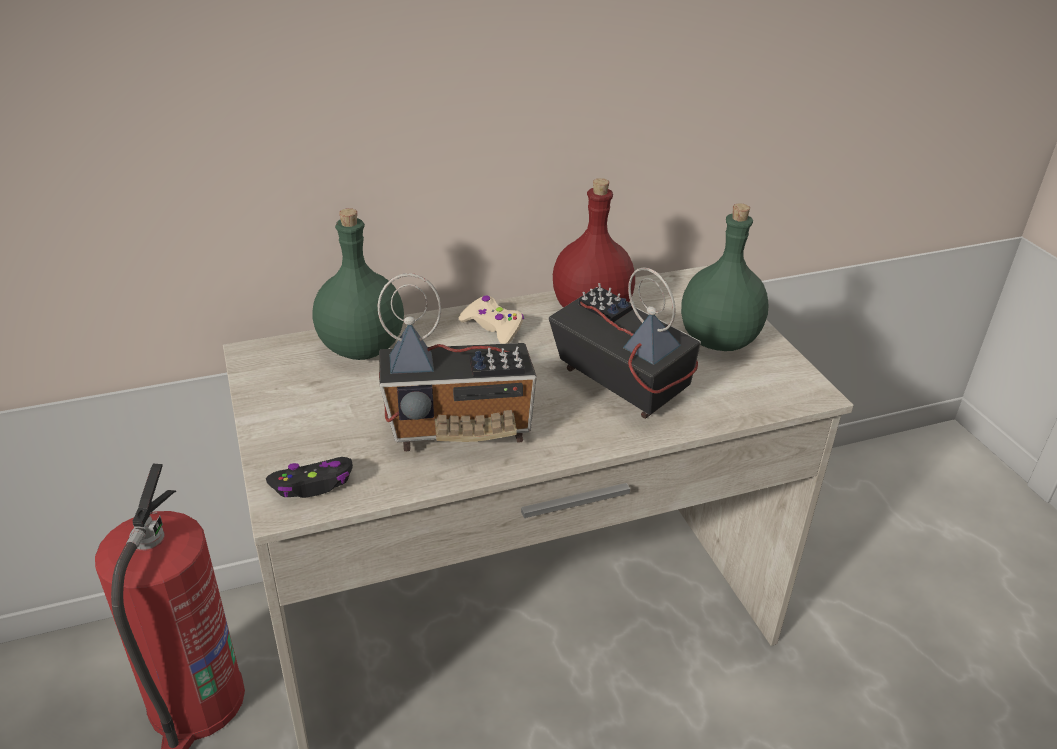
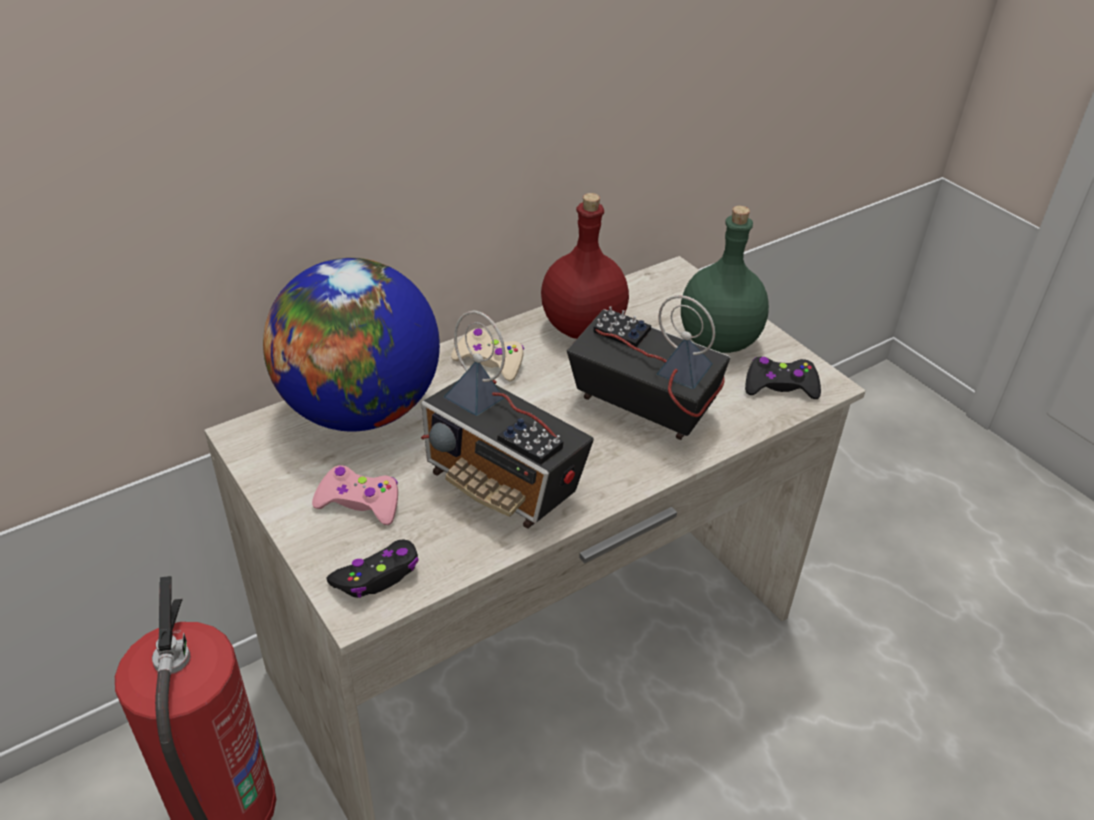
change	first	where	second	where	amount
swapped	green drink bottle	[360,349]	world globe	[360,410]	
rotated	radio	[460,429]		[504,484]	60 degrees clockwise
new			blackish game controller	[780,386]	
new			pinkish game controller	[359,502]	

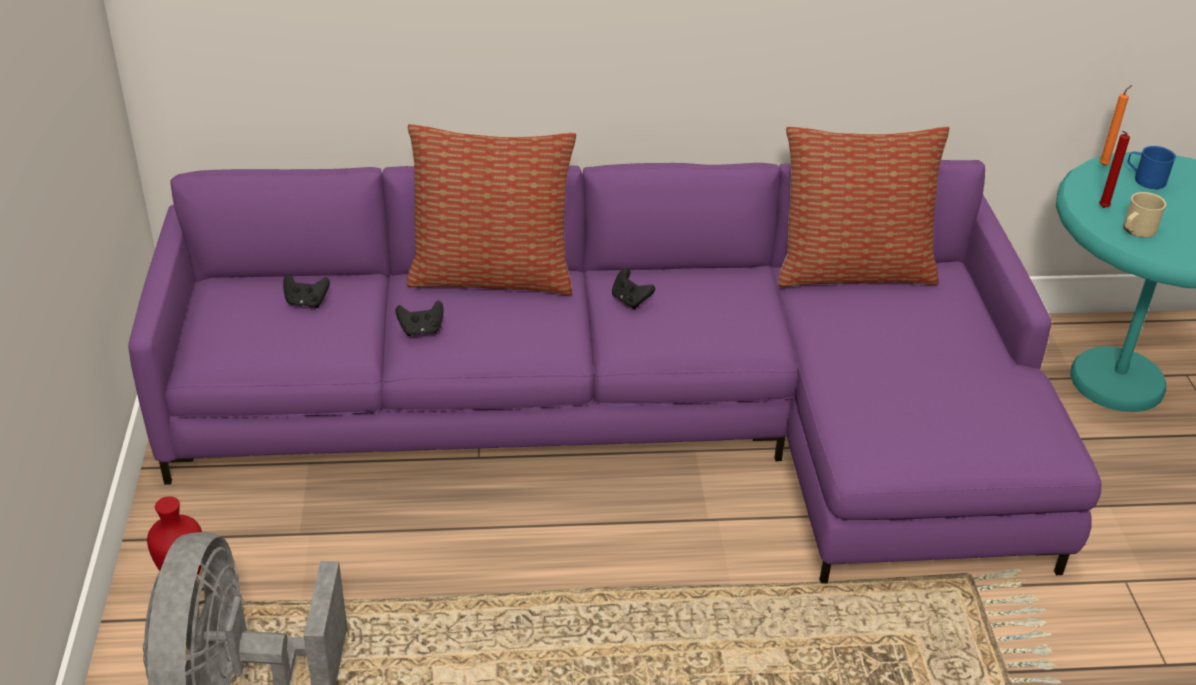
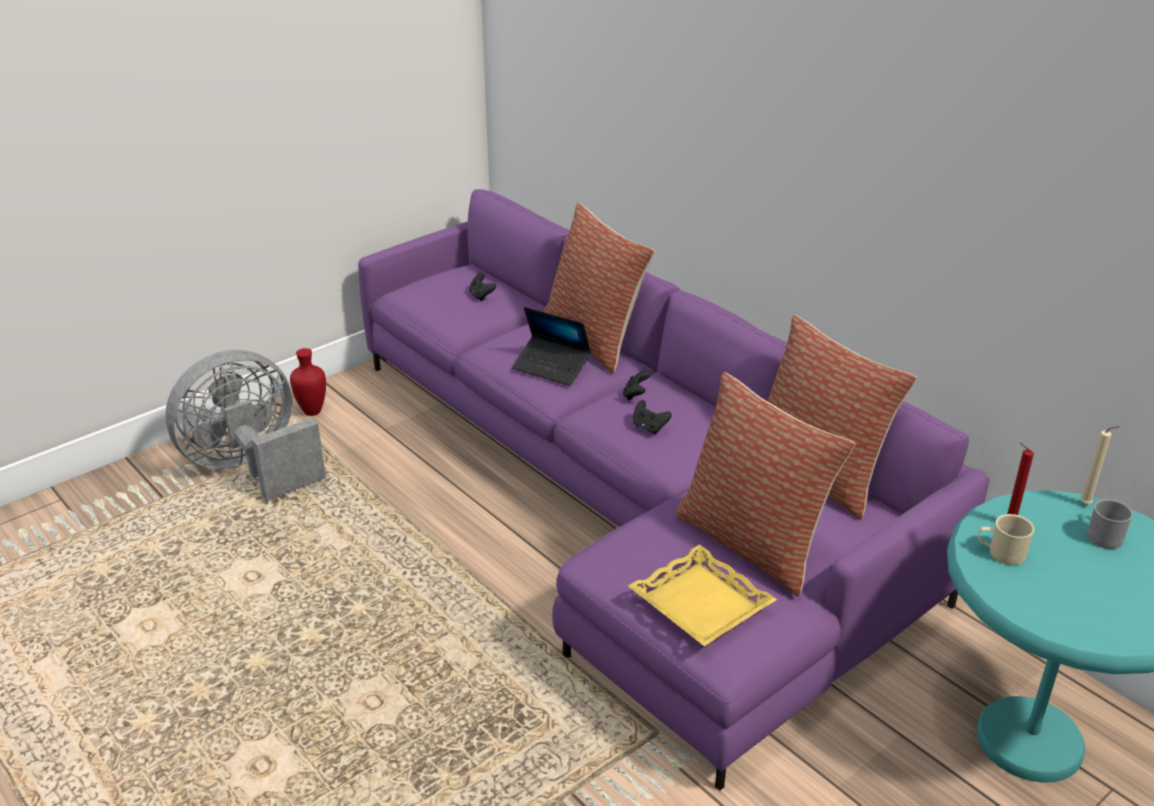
change	first	where	second	where	amount
repainted	orangey candle	[1104,165]	sand-coloured candle	[1087,504]	
repainted	blue-coloured tea mug	[1145,179]	grey tea mug	[1102,534]	
shifted	blackish game controller	[421,330]		[649,427]	
new			notebook computer	[551,367]	
new			cushion	[753,542]	
new			yellowish serving tray	[701,603]	

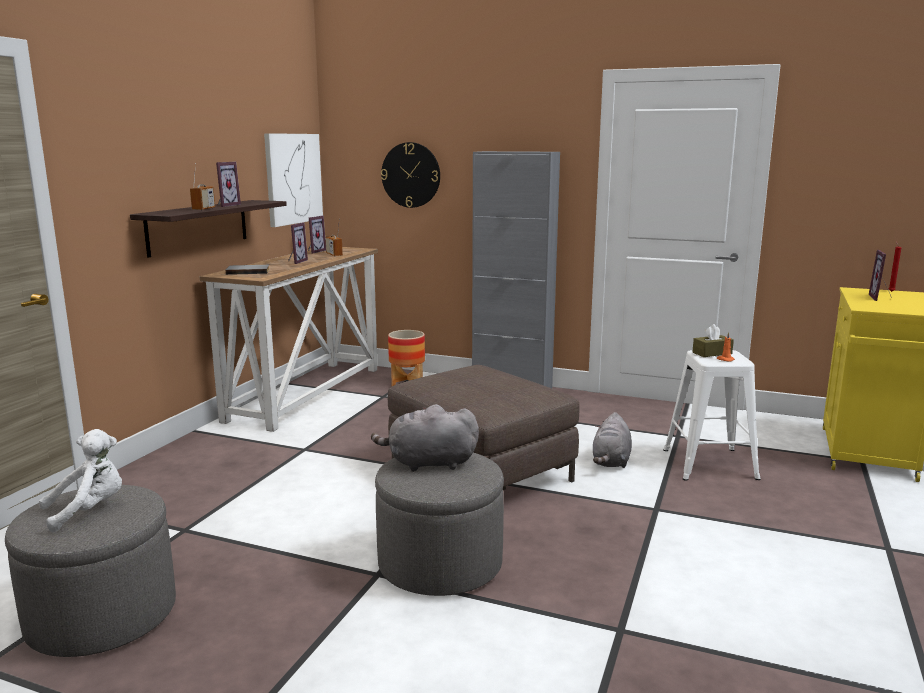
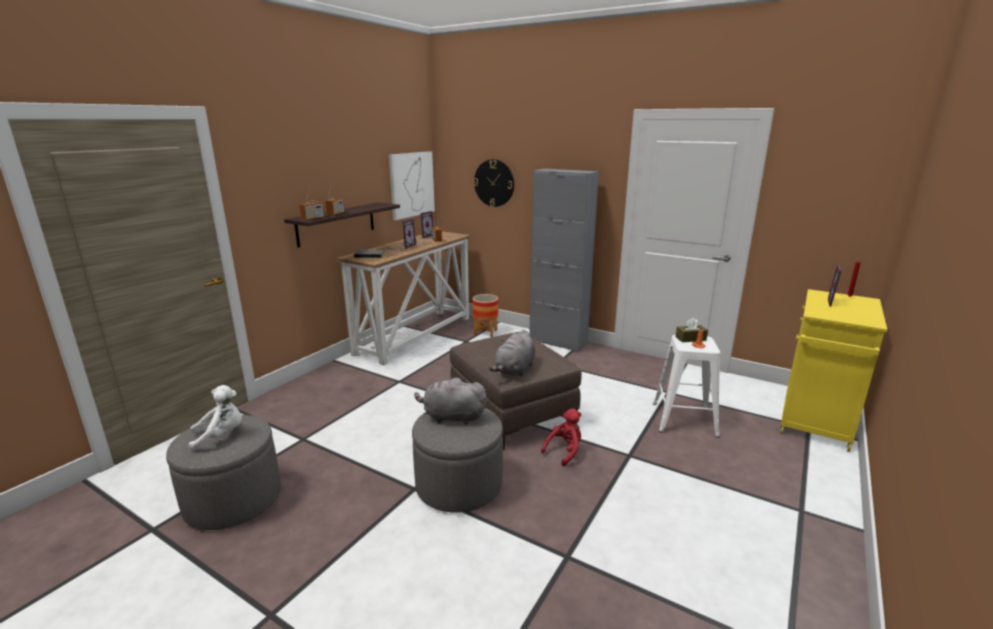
change	first	where	second	where	amount
gone	picture frame	[225,205]			
shifted	grey cuddly toy	[611,461]		[514,370]	
new			radio	[313,219]	
new			red-coloured cuddly toy	[564,451]	

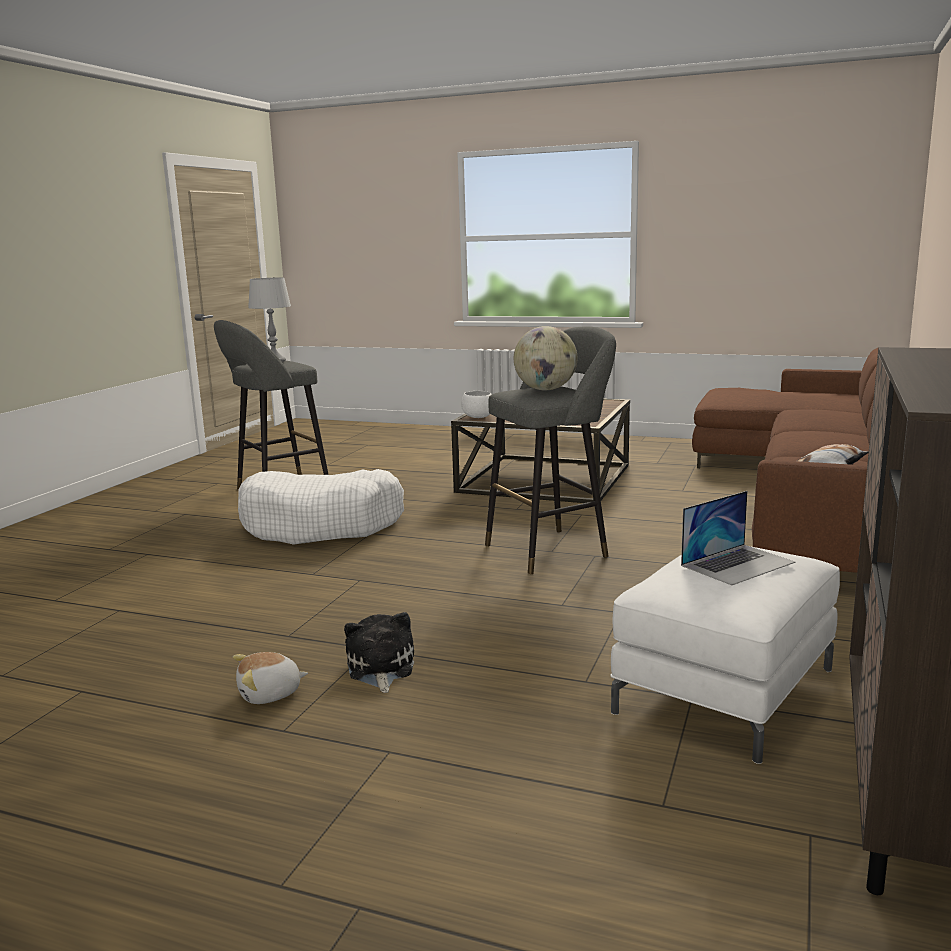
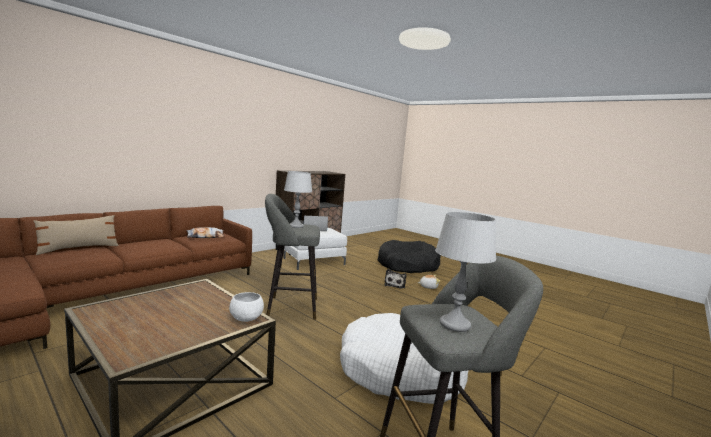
change	first	where	second	where	amount
swapped	world globe	[545,390]	grey table lamp	[296,226]	
new			sand-coloured cushion	[78,248]	
new			blackish pet bed	[407,265]	

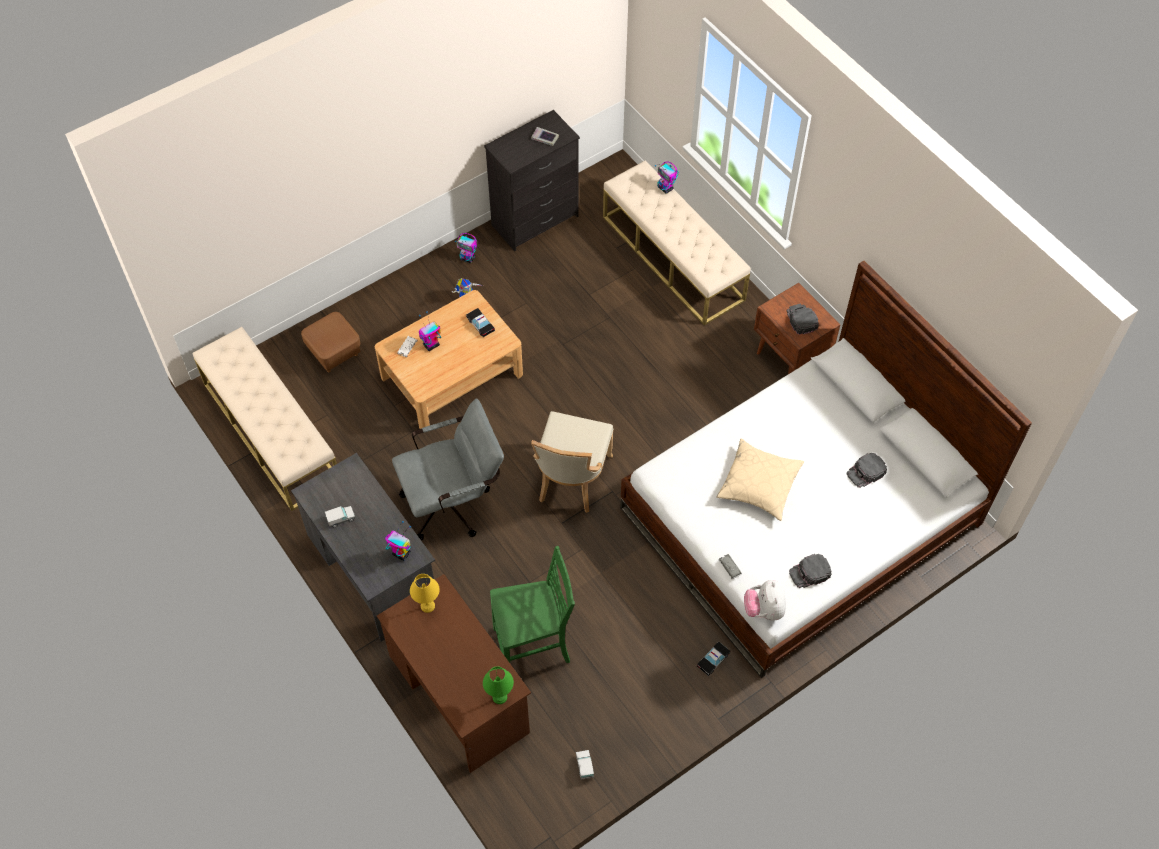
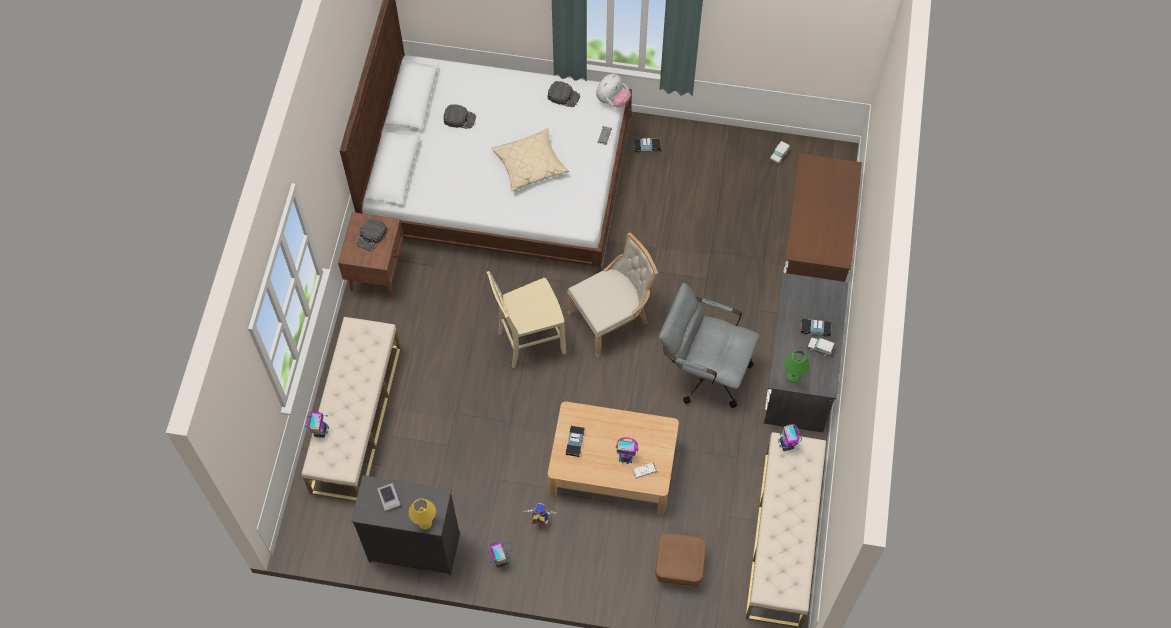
change	first	where	second	where	amount
shifted	robot figure	[401,553]		[786,445]	
gone	green chair	[533,647]			
shifted	yellowish table lamp	[427,606]		[425,524]	
shifted	green table lamp	[500,697]		[792,376]	
new			sand-coloured chair	[529,341]	
new			toy car	[815,329]	

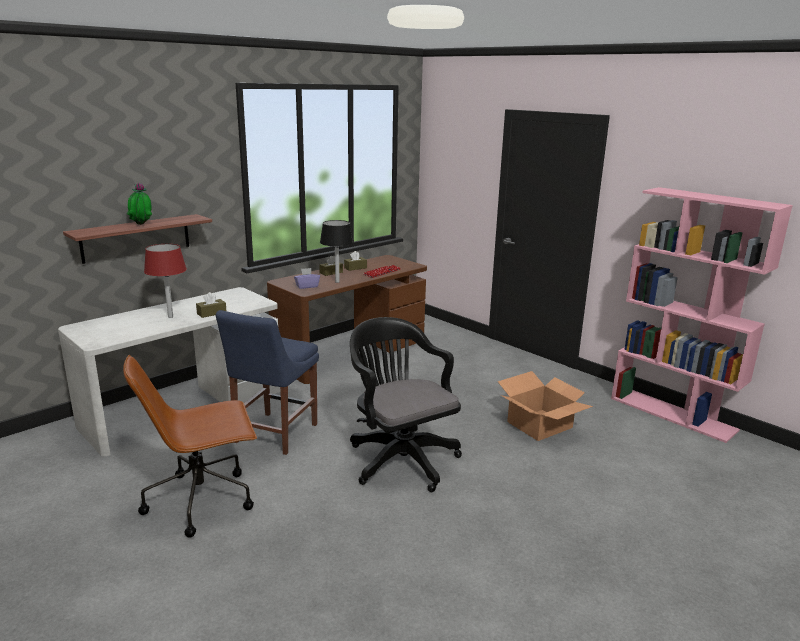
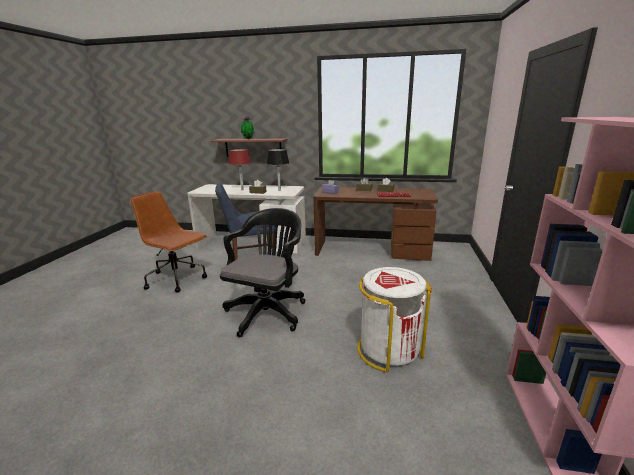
change	first	where	second	where	amount
shifted	blackish table lamp	[337,282]		[279,190]	
swapped	packing box	[540,425]	white-coloured rubbish bin	[389,350]	

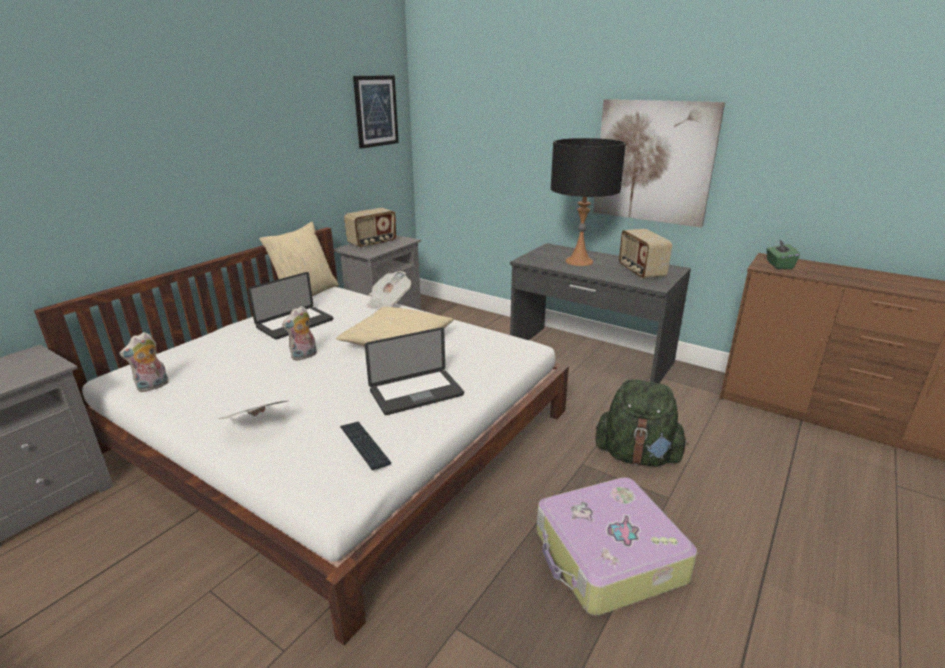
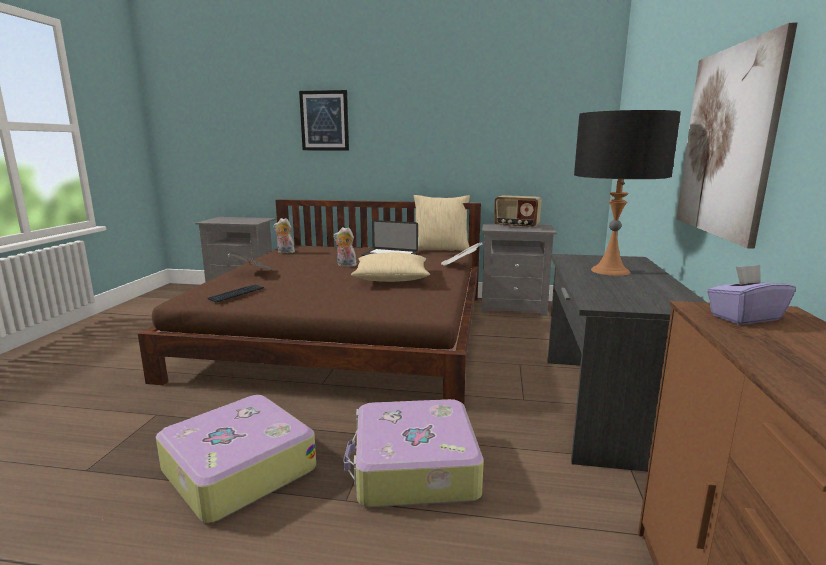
change	first	where	second	where	amount
shifted	wall art	[376,111]		[324,121]	
repainted	white-coloured sleeping bed	[340,431]	brown-coloured sleeping bed	[347,332]	
gone	radio	[640,272]			
repainted	green box of tissues	[778,265]	purple box of tissues	[744,317]	
gone	notebook computer	[416,393]			
swapped	green rucksack	[637,456]	travel case	[413,468]	

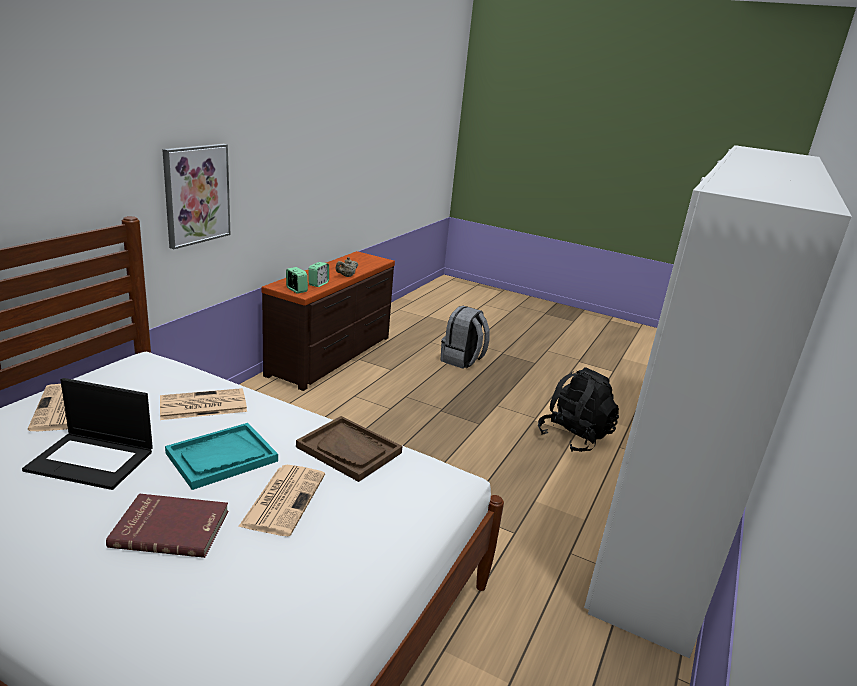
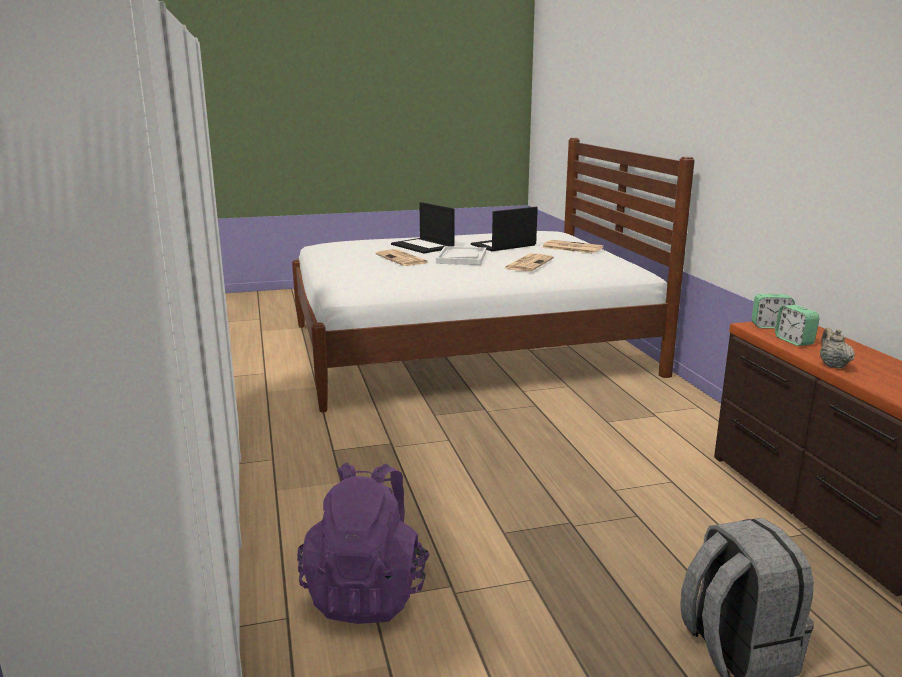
change	first	where	second	where	amount
gone	wall art	[196,194]			
repainted	blackish rucksack	[574,437]	purple rucksack	[367,592]	
gone	brown-coloured serving tray	[349,450]			
repainted	turquoise serving tray	[221,457]	white-coloured serving tray	[461,258]	
swapped	red-coloured volume	[171,527]	notebook computer	[423,246]	

